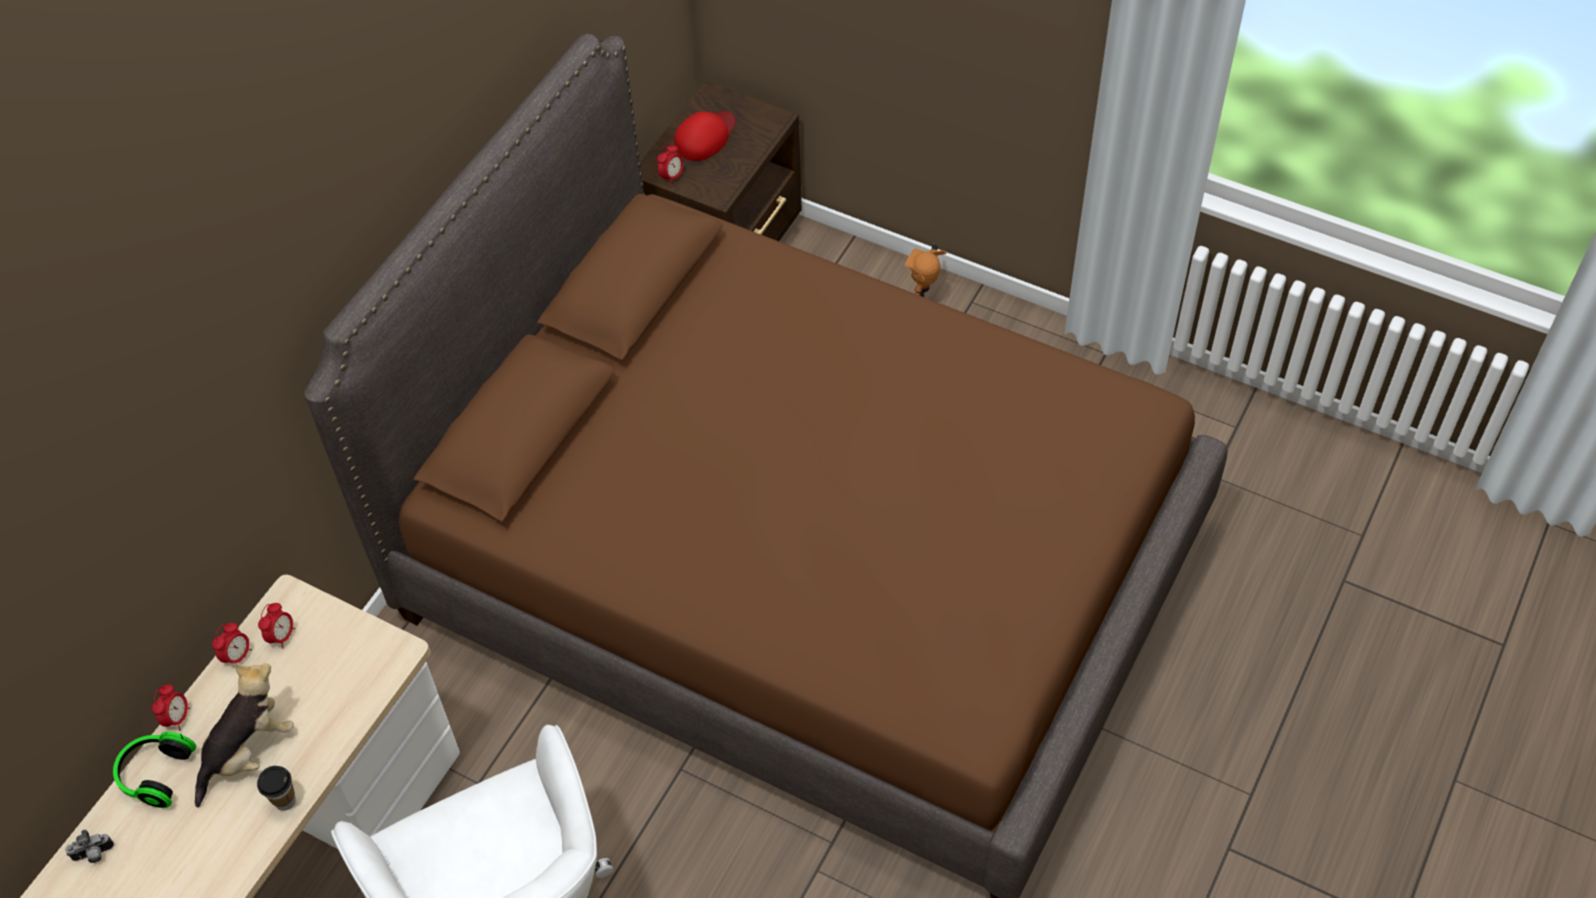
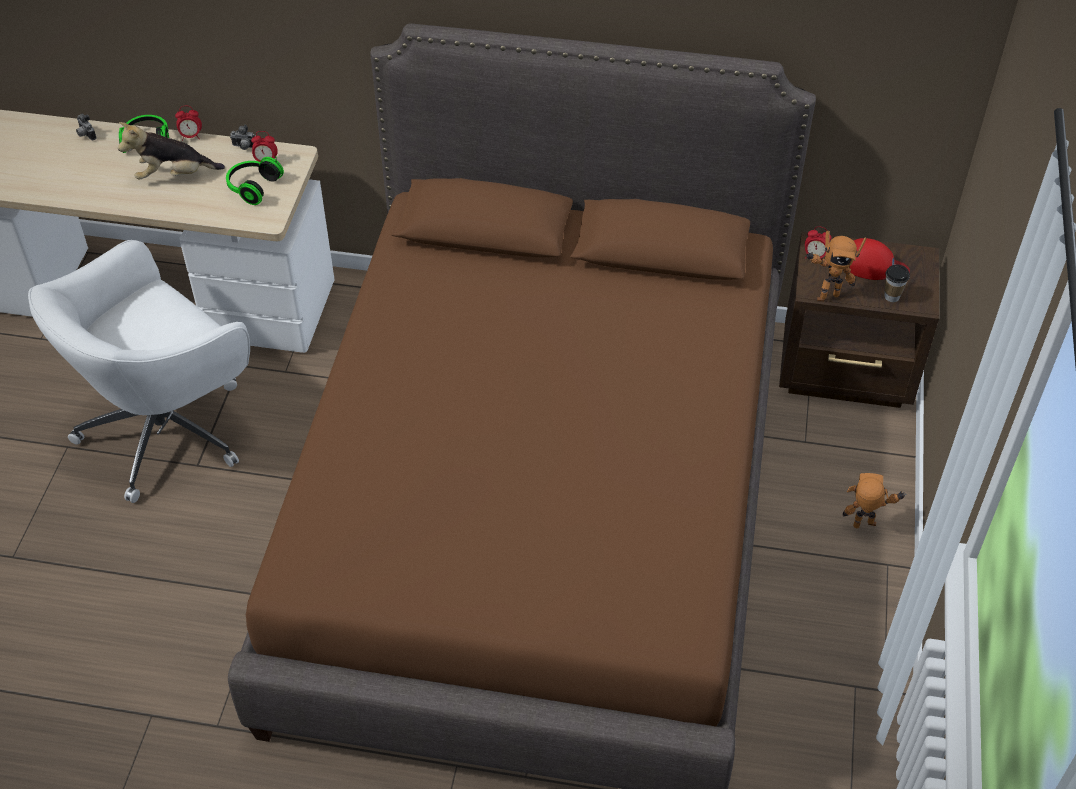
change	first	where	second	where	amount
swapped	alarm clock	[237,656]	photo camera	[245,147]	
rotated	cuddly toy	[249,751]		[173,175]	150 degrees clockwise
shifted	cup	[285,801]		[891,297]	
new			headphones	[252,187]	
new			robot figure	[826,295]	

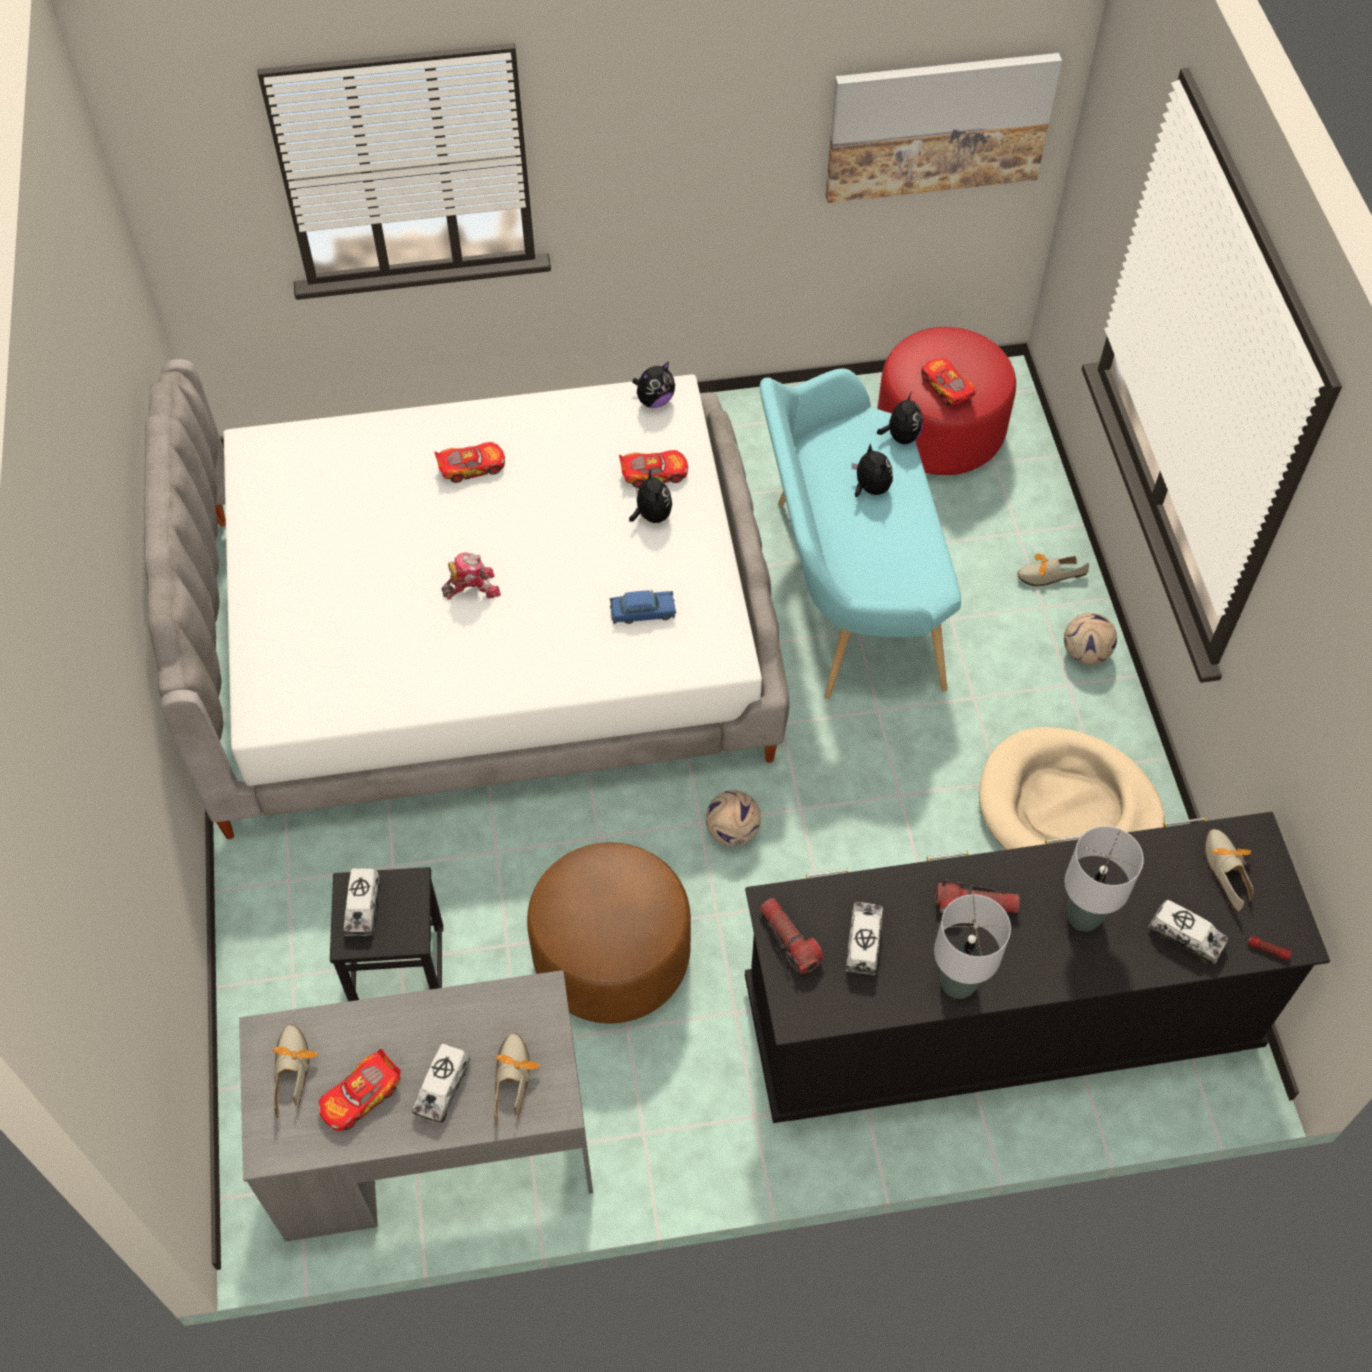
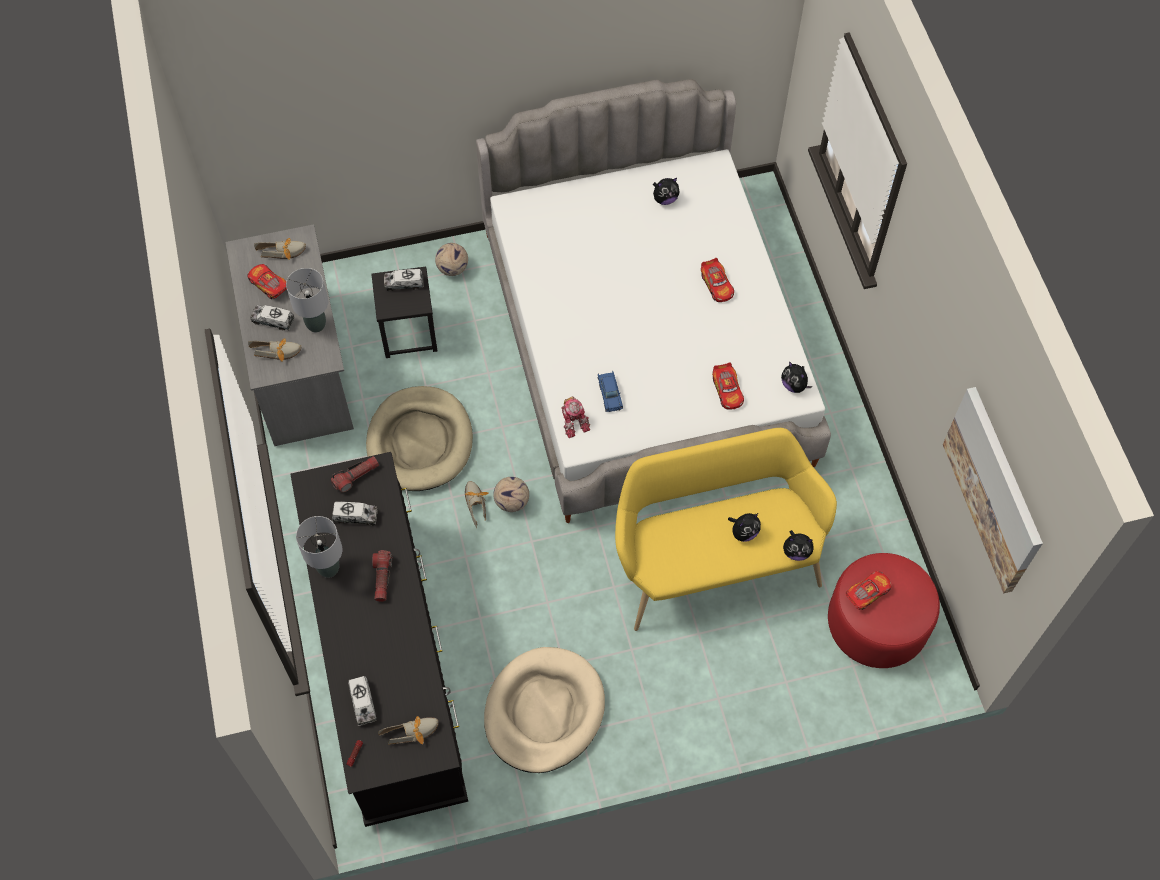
change	first	where	second	where	amount
repainted	turquoise bench	[845,591]	yellowish bench	[714,562]	
shifted	cuddly toy	[651,516]		[665,199]	
shifted	robot figure	[472,587]		[573,420]	
shifted	shoe	[1046,575]		[475,503]	
shifted	football ball	[1086,653]		[452,269]	
shifted	grey table lamp	[1083,918]		[316,325]	
swapped	brown-coloured pouffe	[611,957]	sand-coloured pet bed	[420,441]	
rotated	toy truck	[1185,937]		[363,703]	45 degrees counterclockwise

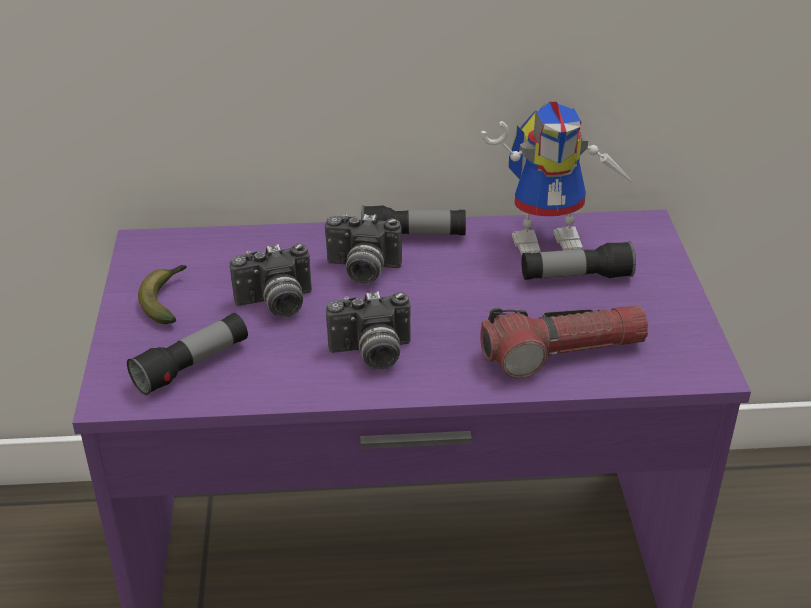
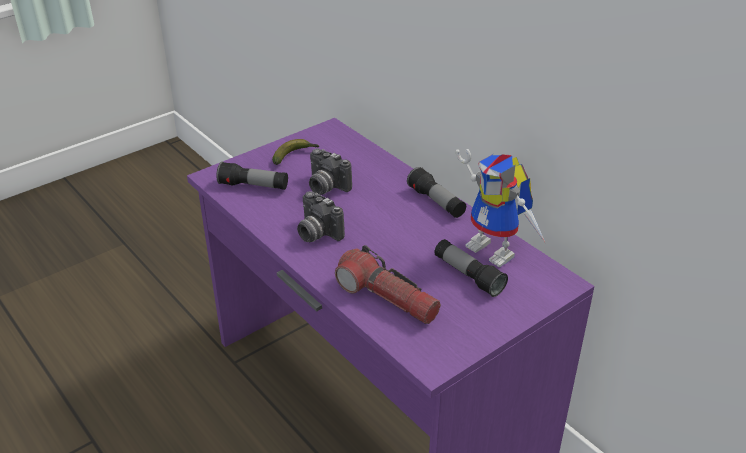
change	first	where	second	where	amount
gone	photo camera	[362,271]			

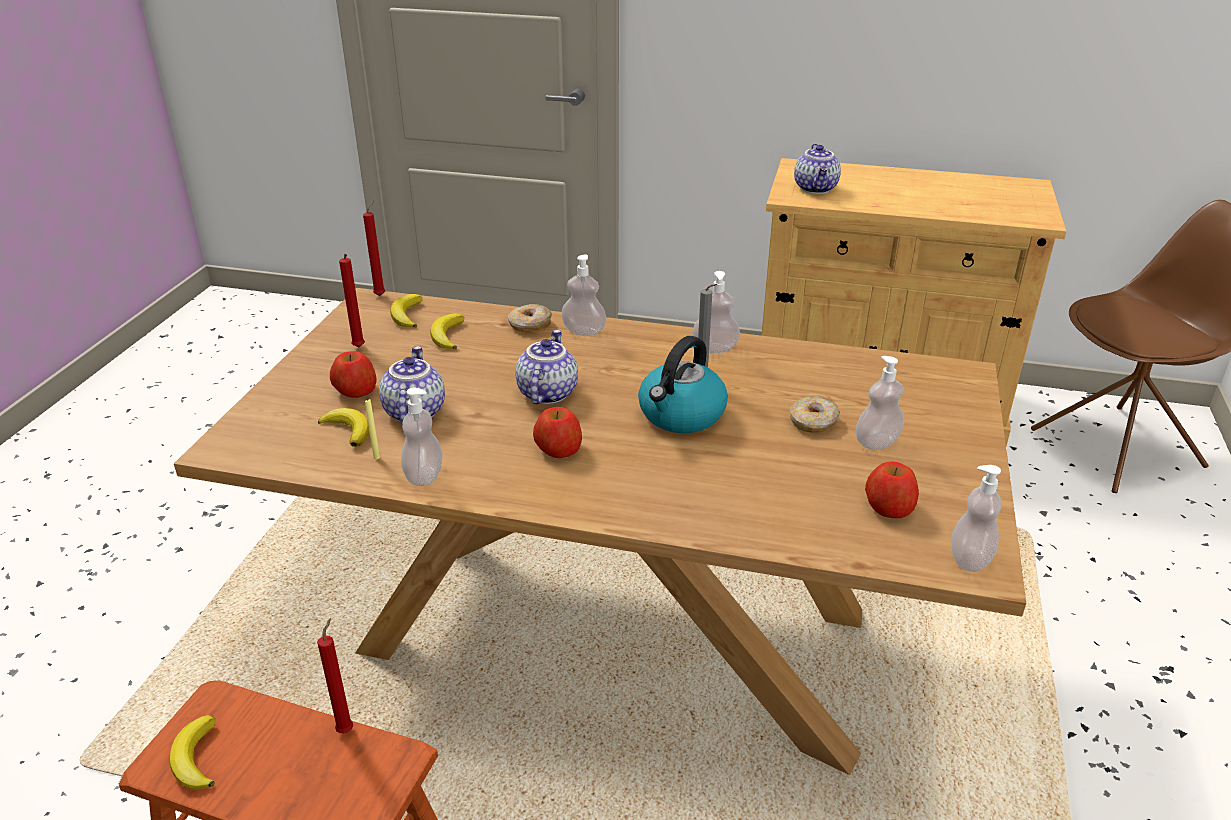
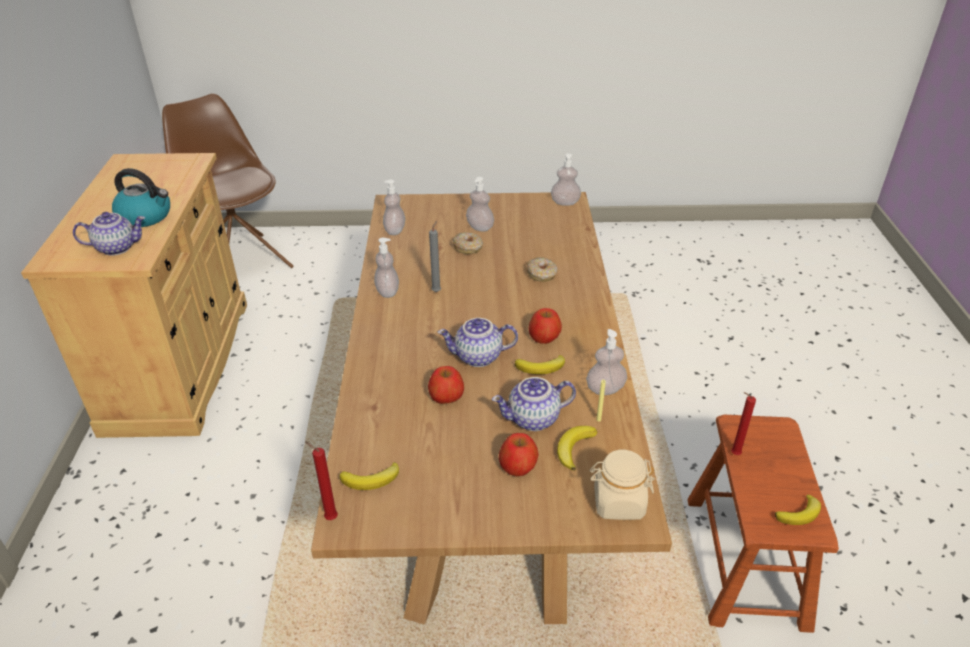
change	first	where	second	where	amount
gone	red-coloured candle	[359,348]			
shifted	liquid soap bottle	[584,331]		[395,230]	
shifted	doughnut	[530,325]		[542,274]	
shifted	banana	[447,335]		[541,367]	
shifted	kettle	[681,415]		[146,216]	
shifted	apple	[889,507]		[446,396]	
new			sand-coloured storage jar	[618,502]	

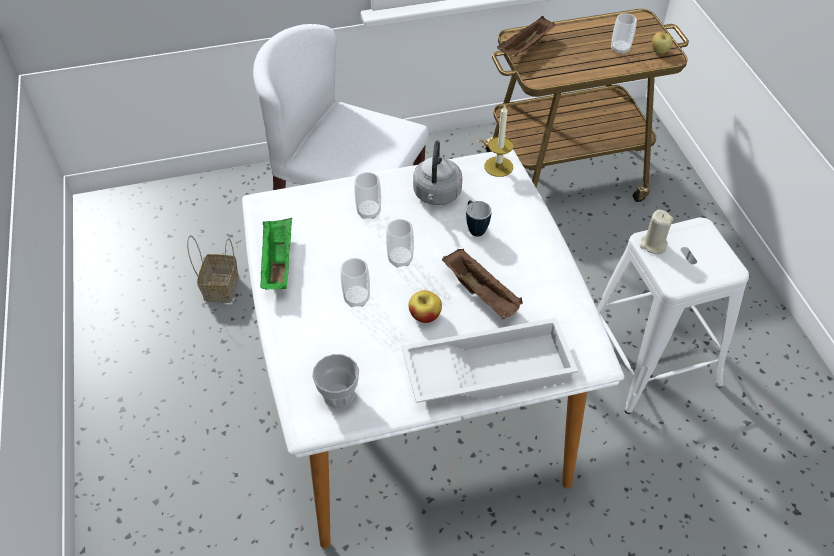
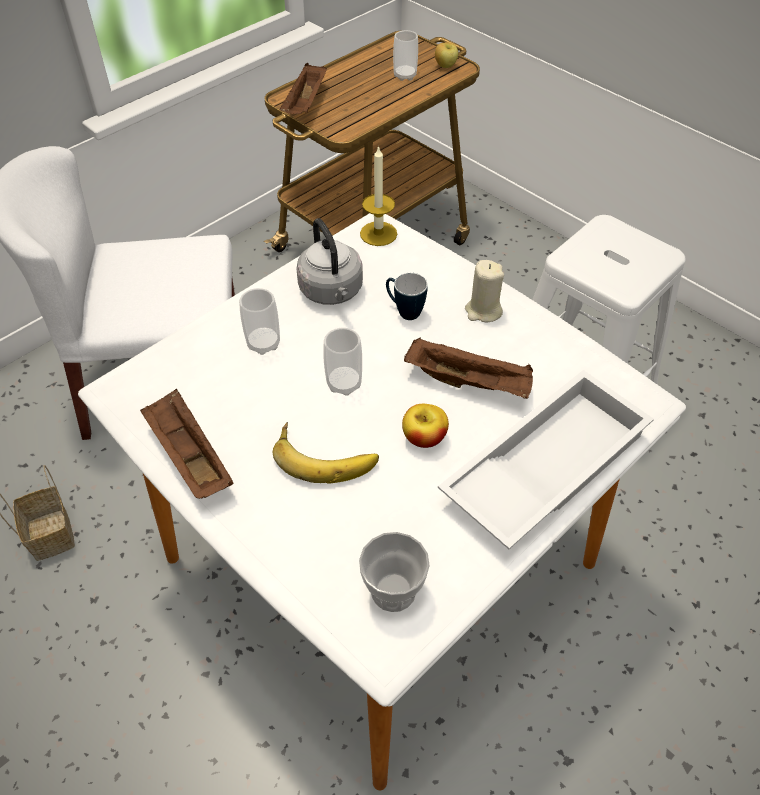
change	first	where	second	where	amount
shifted	sand-coloured candle	[653,245]		[483,311]	
repainted	green serving tray	[277,263]	brown-coloured serving tray	[188,457]	
swapped	cup	[356,298]	banana	[325,455]	

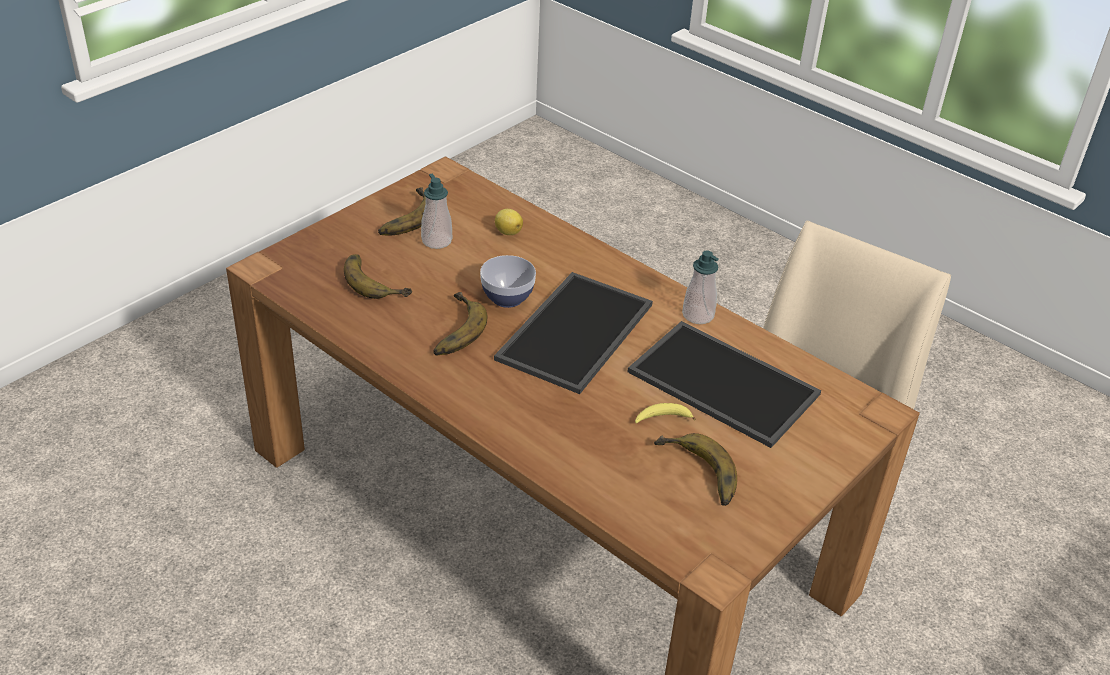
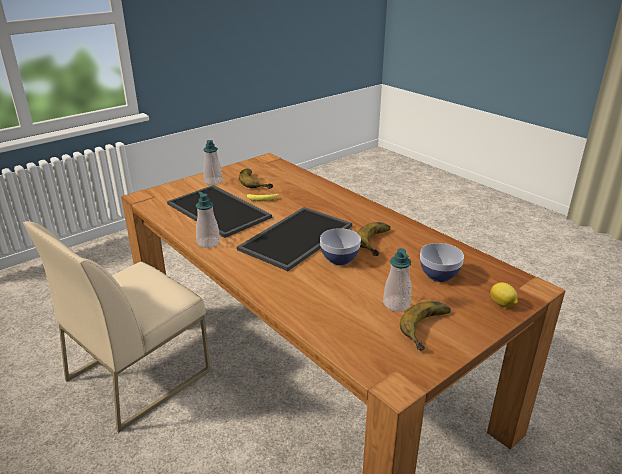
change	first	where	second	where	amount
shifted	whole lemon	[507,232]		[502,304]	
swapped	banana	[377,280]	bowl	[439,275]	
new			liquid soap bottle	[213,181]	

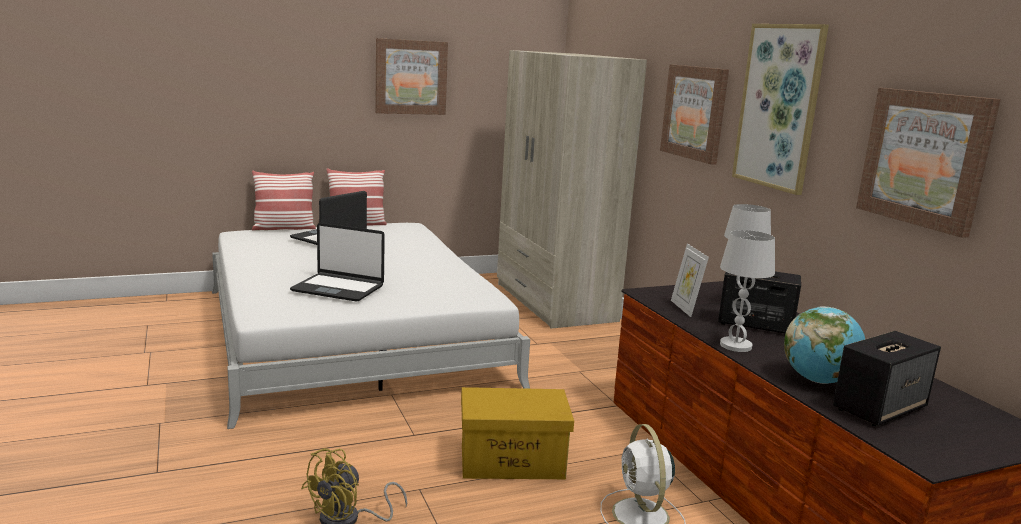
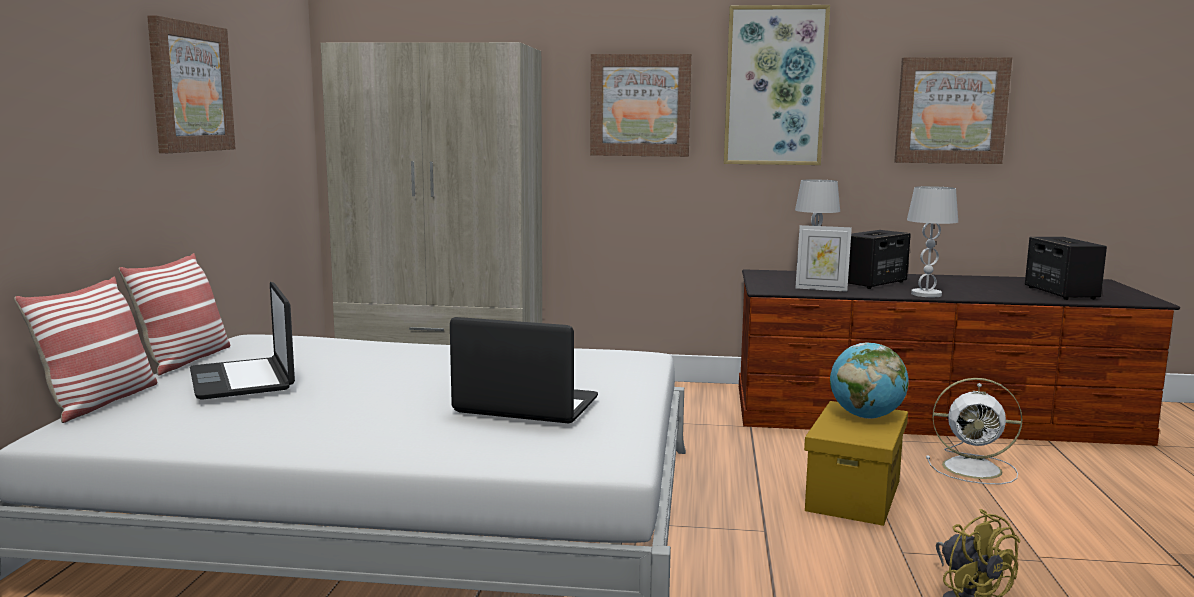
change	first	where	second	where	amount
rotated	notebook computer	[338,288]		[526,406]	120 degrees counterclockwise
shifted	world globe	[818,380]		[866,416]	

